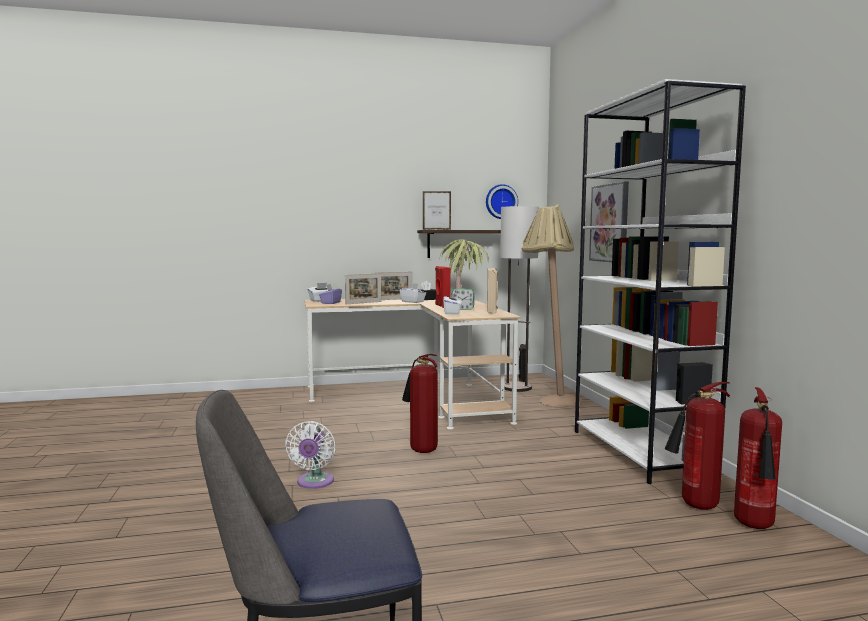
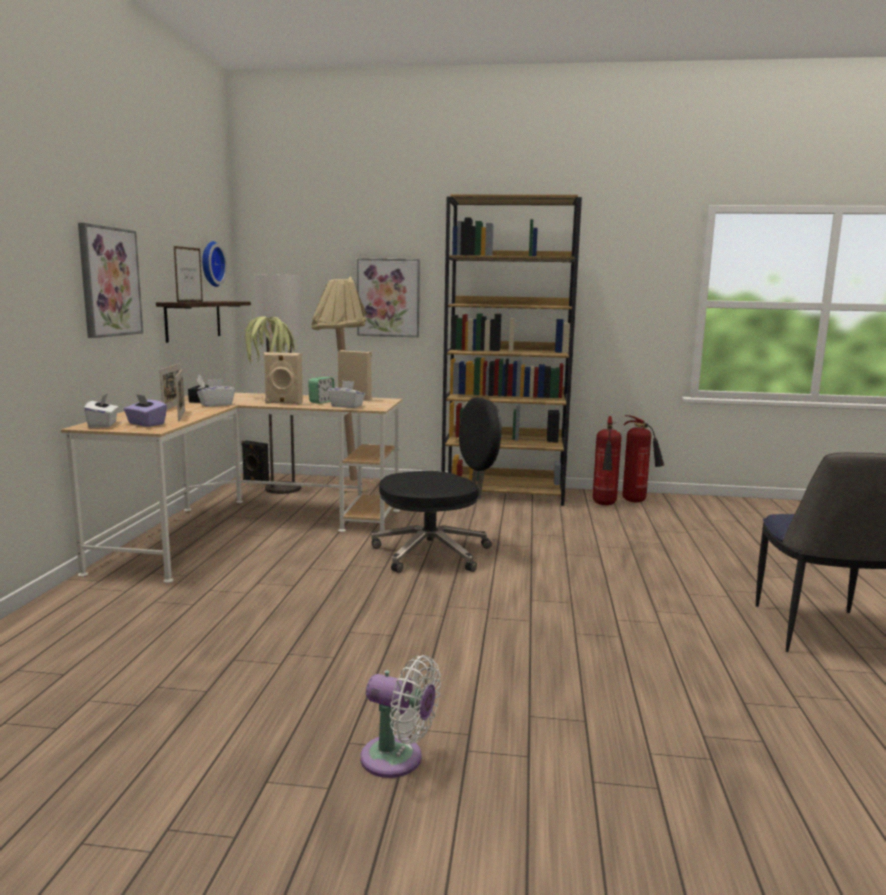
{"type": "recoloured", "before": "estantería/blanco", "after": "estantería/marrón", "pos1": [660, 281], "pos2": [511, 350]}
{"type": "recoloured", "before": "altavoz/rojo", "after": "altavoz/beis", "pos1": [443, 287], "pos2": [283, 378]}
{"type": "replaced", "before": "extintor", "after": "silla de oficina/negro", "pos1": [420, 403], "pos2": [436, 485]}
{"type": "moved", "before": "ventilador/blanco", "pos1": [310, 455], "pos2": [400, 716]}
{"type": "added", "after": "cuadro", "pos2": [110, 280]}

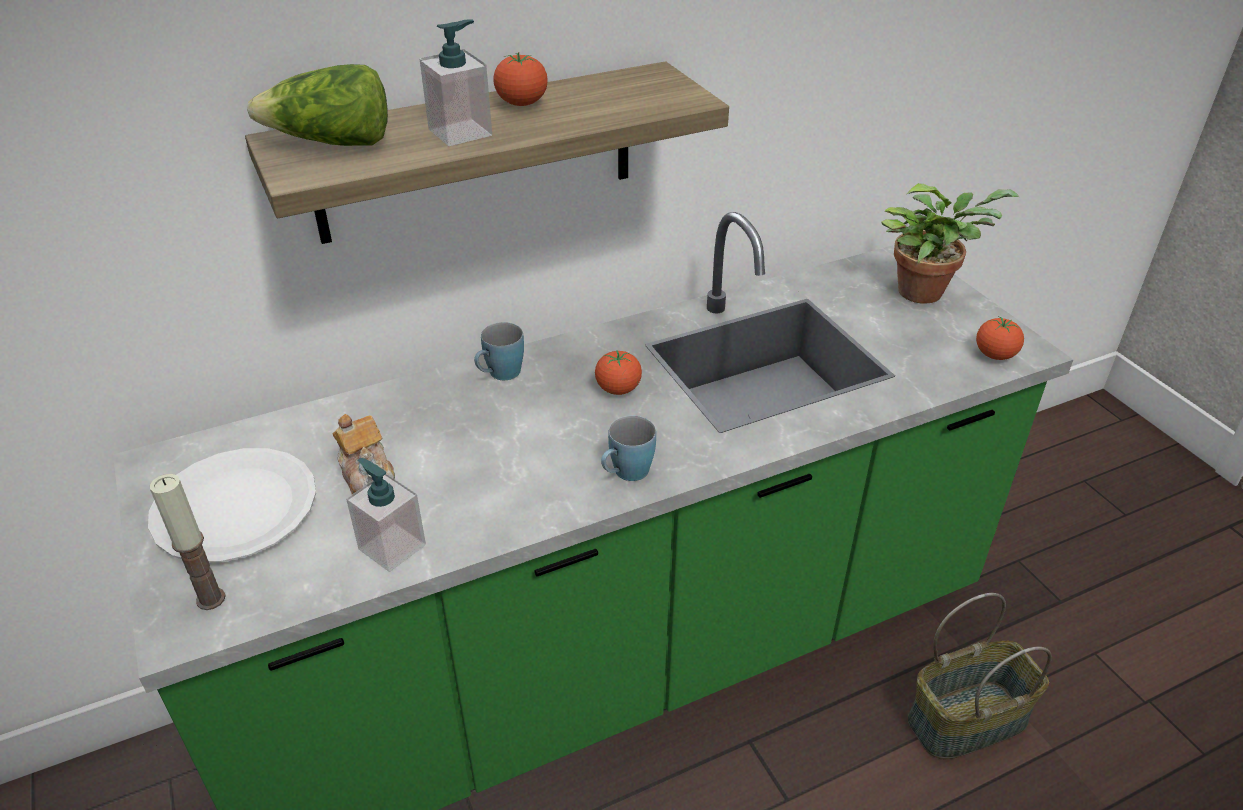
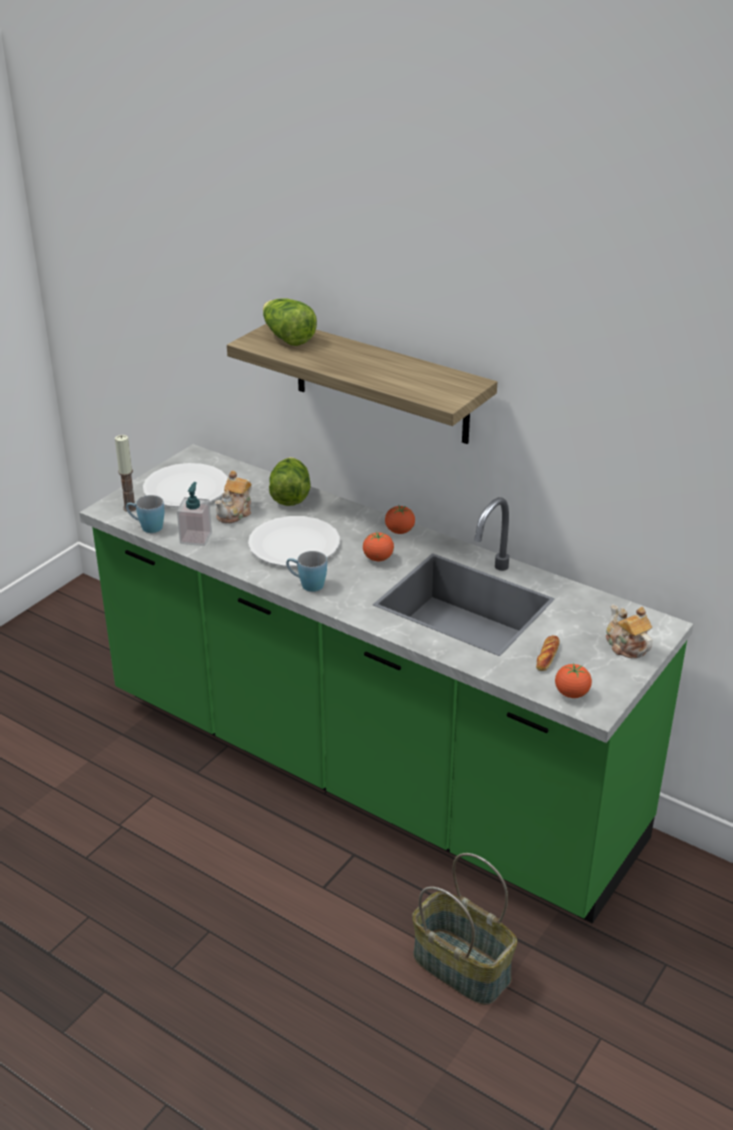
{"type": "removed", "before": "dispensador de jabón", "pos1": [456, 82]}
{"type": "moved", "before": "tomate", "pos1": [520, 79], "pos2": [400, 519]}
{"type": "replaced", "before": "planta en maceta", "after": "tetera", "pos1": [950, 243], "pos2": [629, 631]}
{"type": "moved", "before": "taza grande/azul", "pos1": [499, 351], "pos2": [145, 514]}
{"type": "added", "after": "lechuga", "pos2": [290, 481]}
{"type": "added", "after": "plato/blanco", "pos2": [294, 541]}
{"type": "added", "after": "pan", "pos2": [548, 653]}

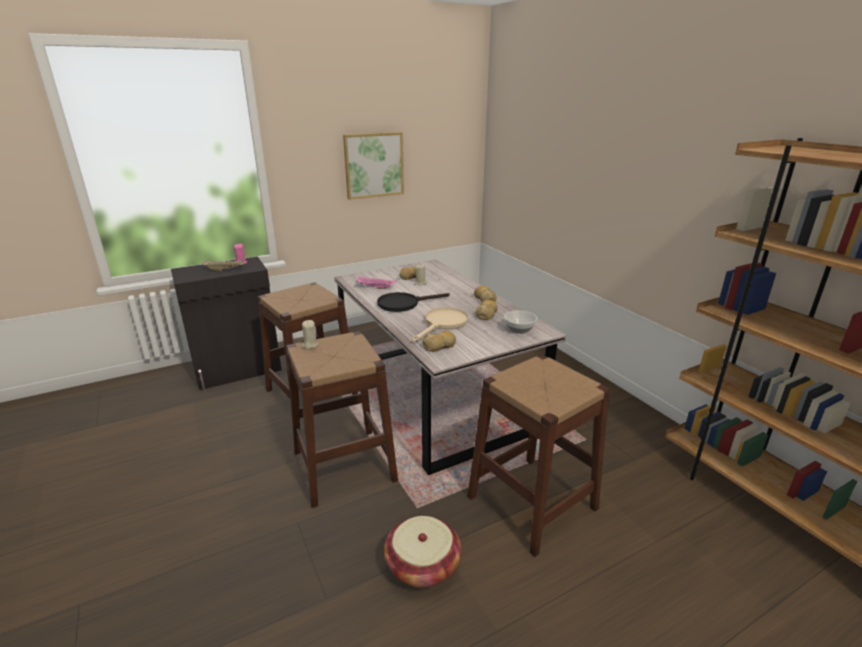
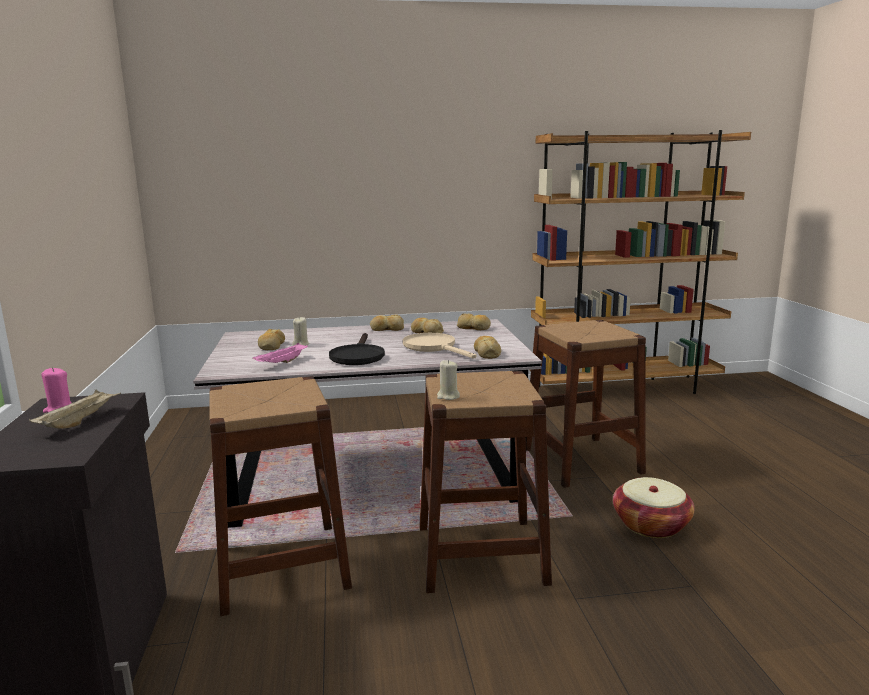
{"type": "removed", "before": "cuadro", "pos1": [373, 166]}
{"type": "replaced", "before": "cuenco", "after": "pan", "pos1": [520, 322], "pos2": [474, 322]}

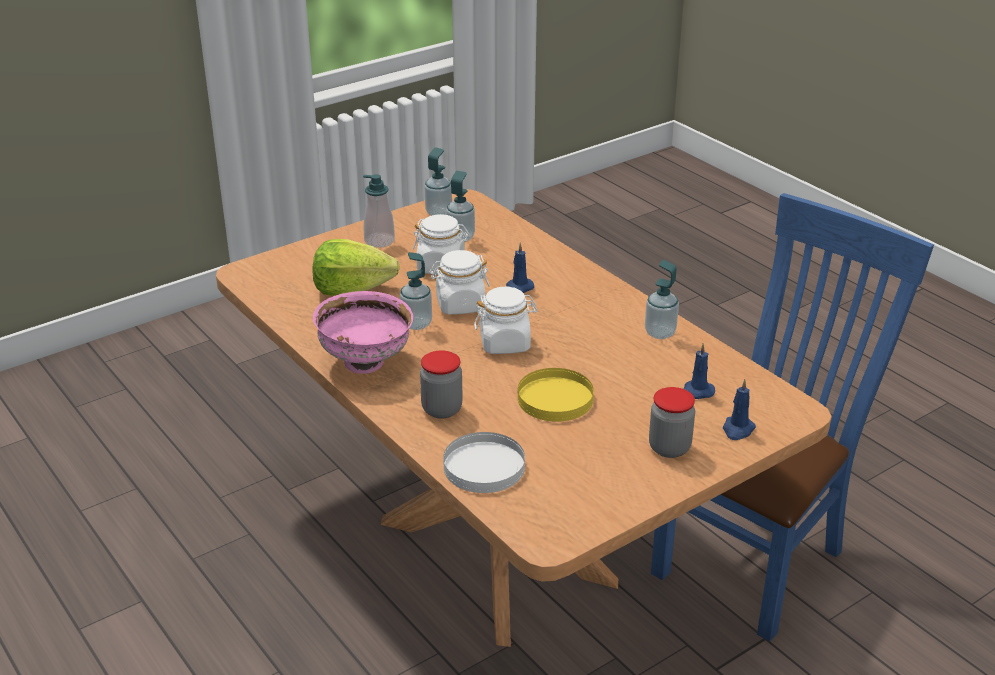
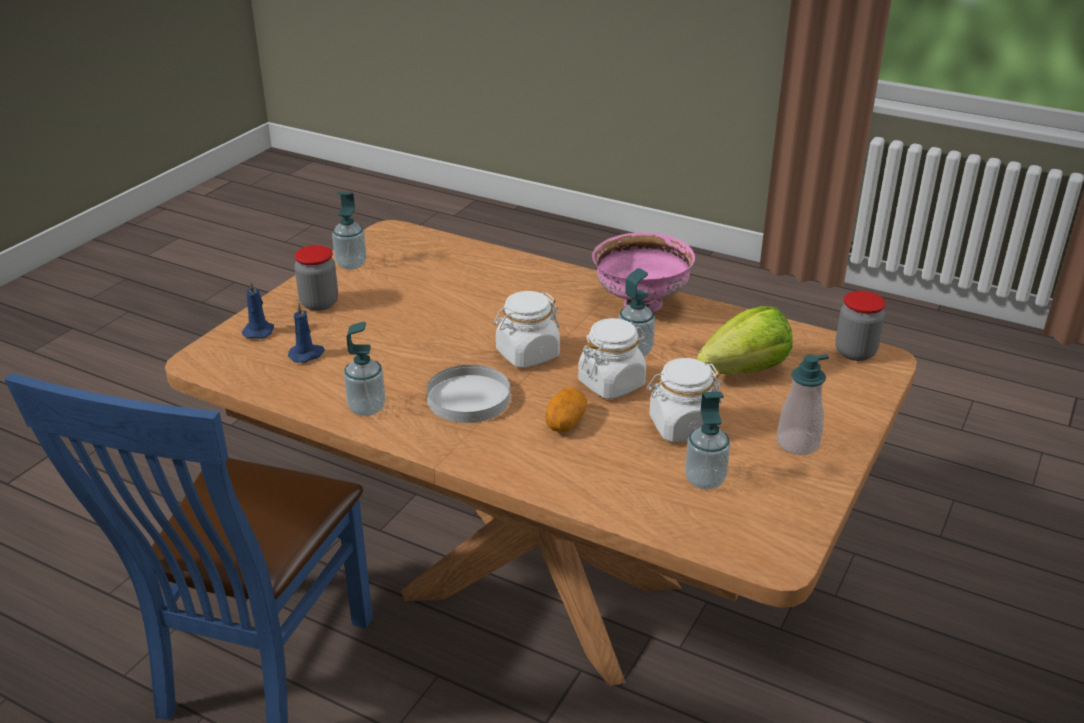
{"type": "moved", "before": "dispensador de jabón", "pos1": [438, 182], "pos2": [349, 231]}
{"type": "replaced", "before": "vela/azul", "after": "patata", "pos1": [520, 268], "pos2": [566, 409]}
{"type": "moved", "before": "tarro", "pos1": [441, 385], "pos2": [860, 326]}
{"type": "removed", "before": "plato/amarillo", "pos1": [556, 395]}
{"type": "moved", "before": "plato/blanco", "pos1": [484, 462], "pos2": [468, 394]}

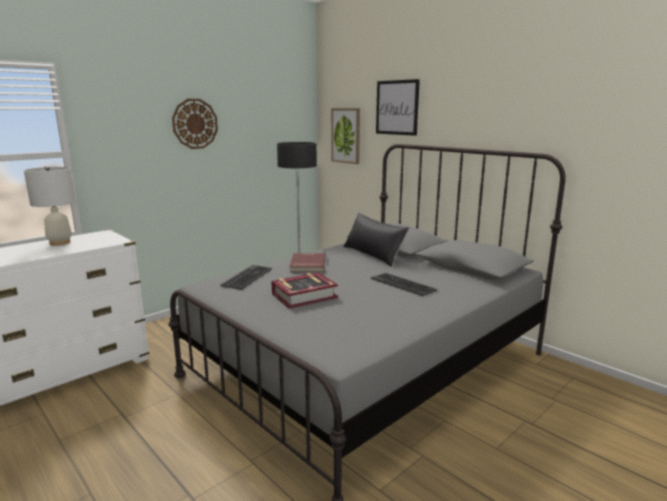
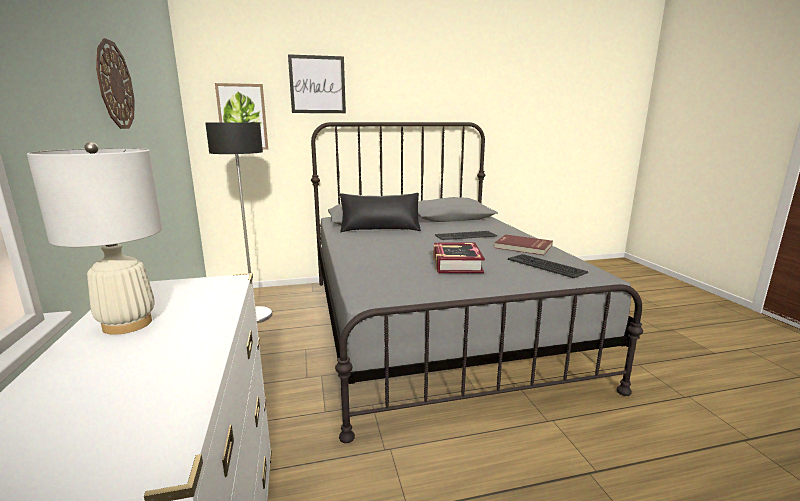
{"type": "moved", "before": "libro/rojo", "pos1": [307, 262], "pos2": [523, 244]}
{"type": "moved", "before": "teclado", "pos1": [246, 277], "pos2": [548, 266]}

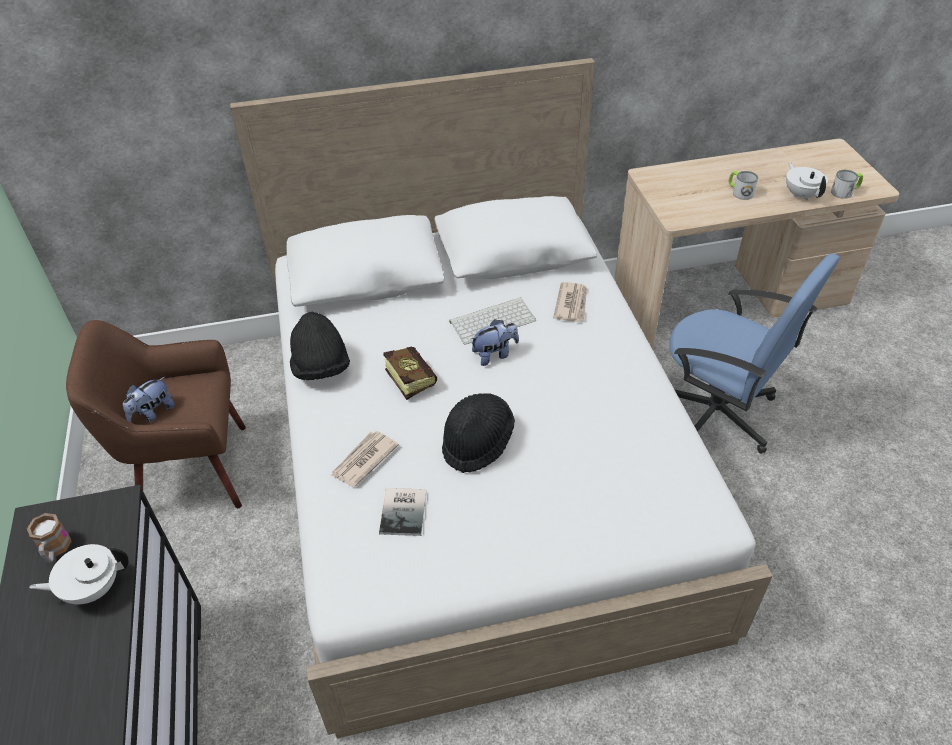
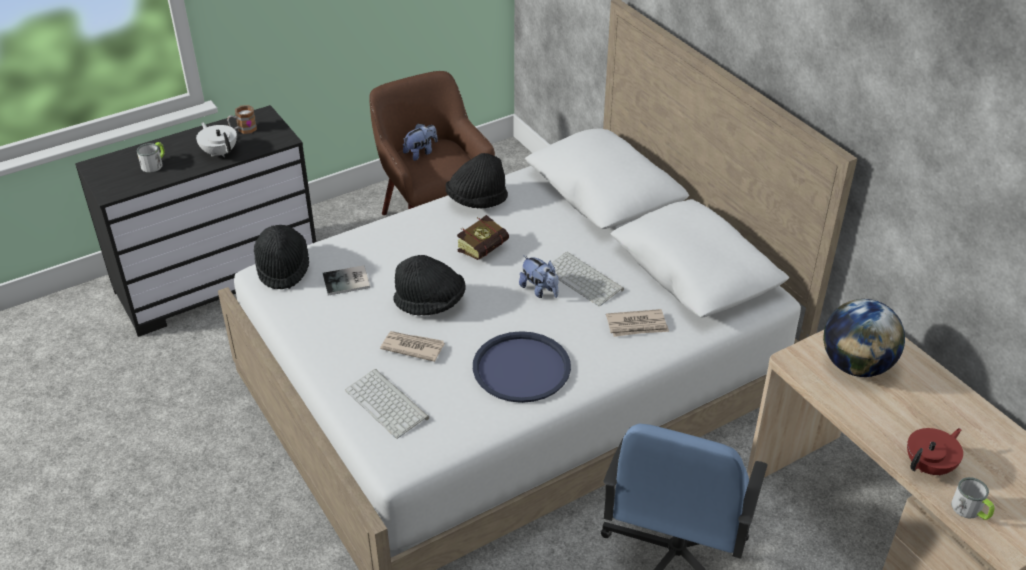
{"type": "recoloured", "before": "tetera/blanco", "after": "tetera/rojo", "pos1": [807, 181], "pos2": [935, 451]}
{"type": "moved", "before": "taza grande", "pos1": [743, 185], "pos2": [151, 157]}
{"type": "turned", "before": "peluche", "pos1": [149, 400], "pos2": [420, 142], "turn": 120}
{"type": "moved", "before": "periódico", "pos1": [365, 459], "pos2": [412, 346]}
{"type": "added", "after": "sombrero/negro", "pos2": [281, 257]}
{"type": "added", "after": "globo terráqueo", "pos2": [864, 338]}
{"type": "added", "after": "bandeja/azul", "pos2": [522, 367]}
{"type": "added", "after": "teclado", "pos2": [387, 404]}

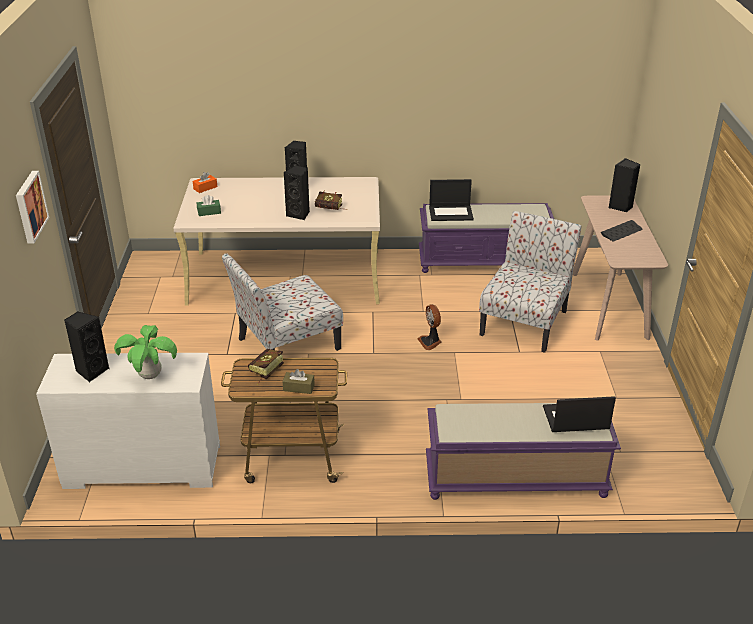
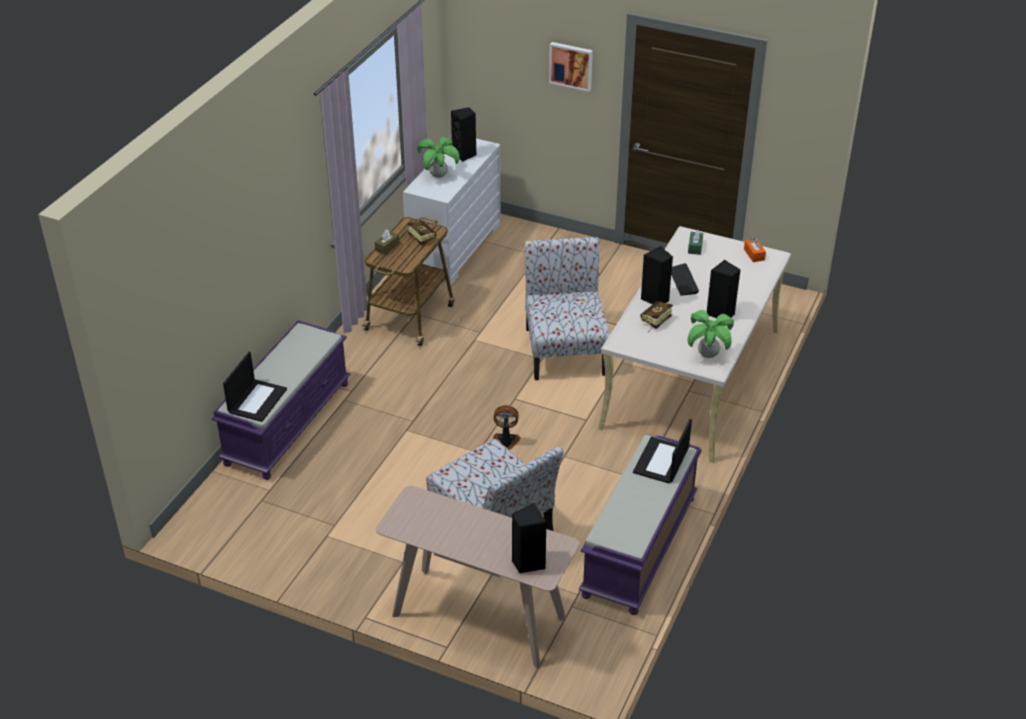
{"type": "moved", "before": "teclado", "pos1": [622, 231], "pos2": [685, 279]}
{"type": "added", "after": "planta en maceta", "pos2": [710, 334]}

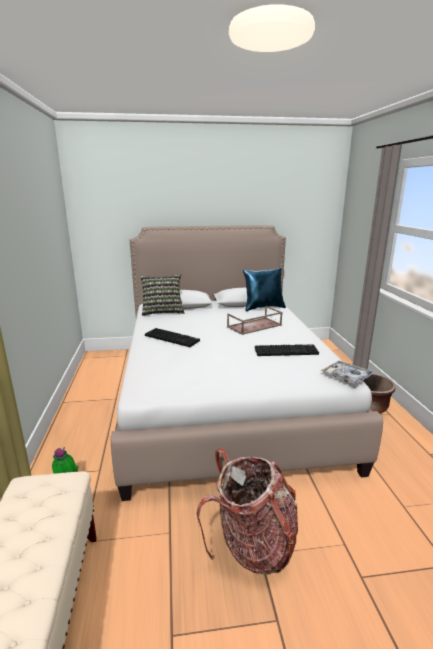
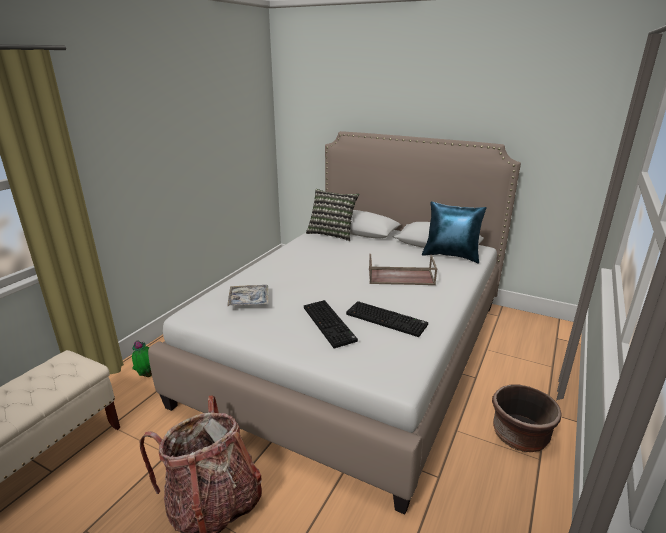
{"type": "moved", "before": "teclado", "pos1": [172, 337], "pos2": [331, 324]}
{"type": "moved", "before": "bandeja", "pos1": [347, 373], "pos2": [247, 295]}

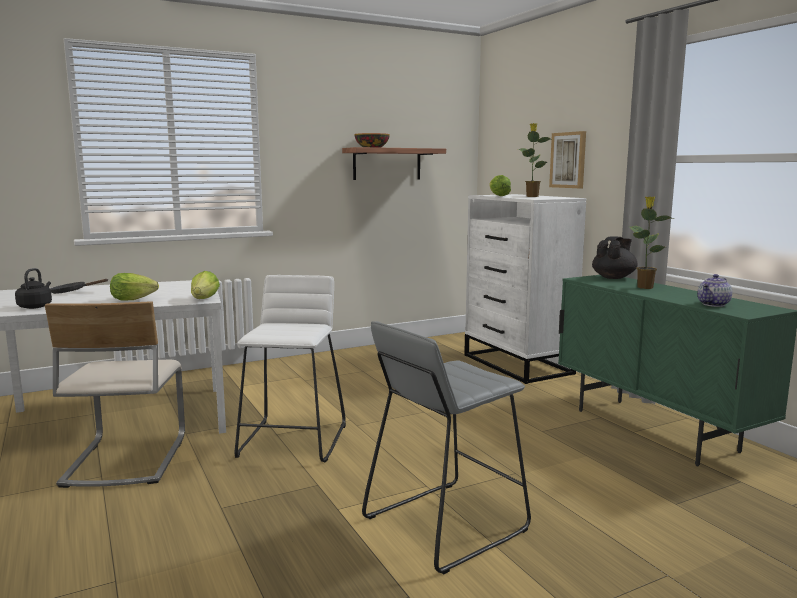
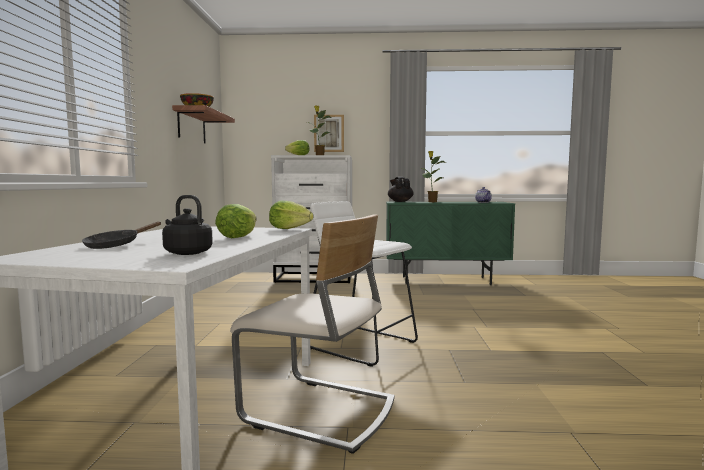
{"type": "removed", "before": "taburete/gris", "pos1": [446, 447]}

